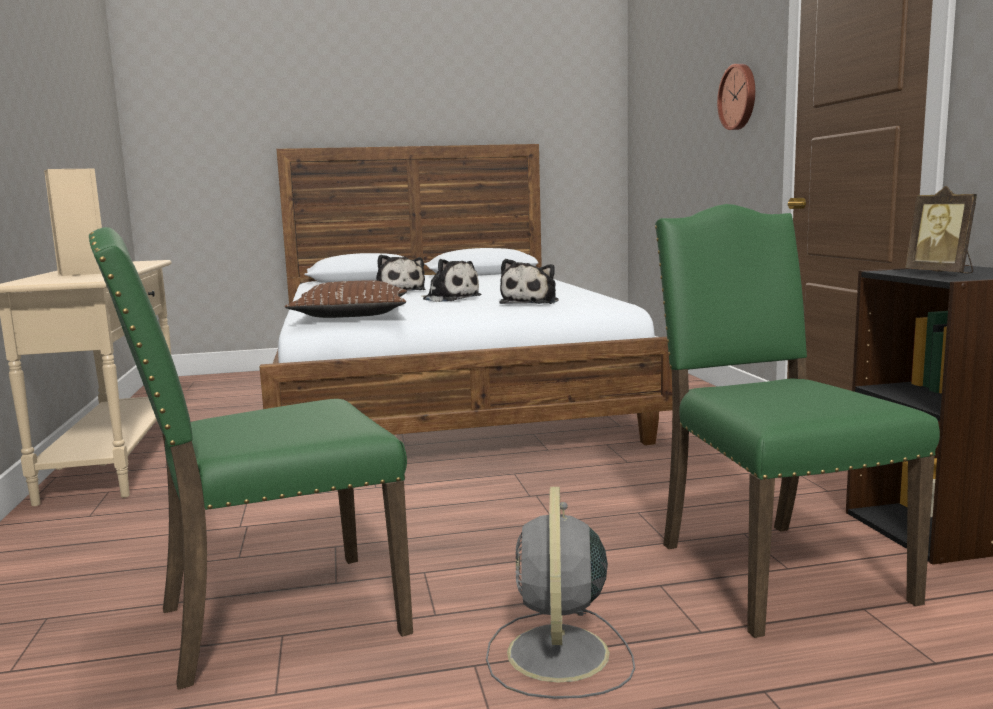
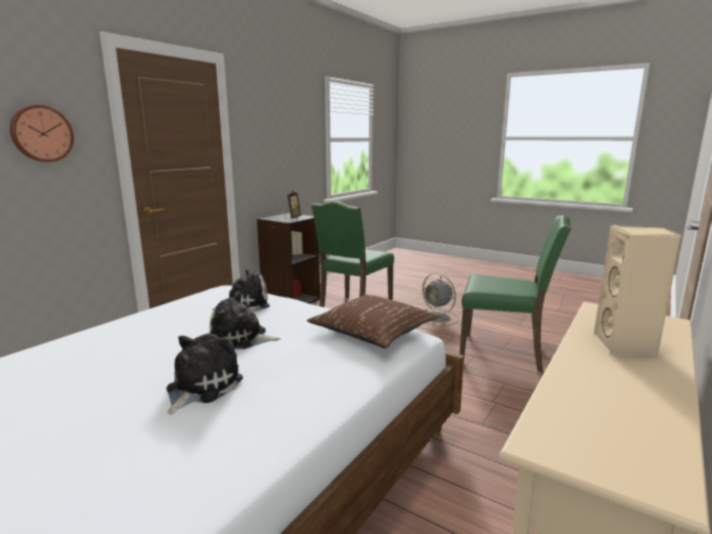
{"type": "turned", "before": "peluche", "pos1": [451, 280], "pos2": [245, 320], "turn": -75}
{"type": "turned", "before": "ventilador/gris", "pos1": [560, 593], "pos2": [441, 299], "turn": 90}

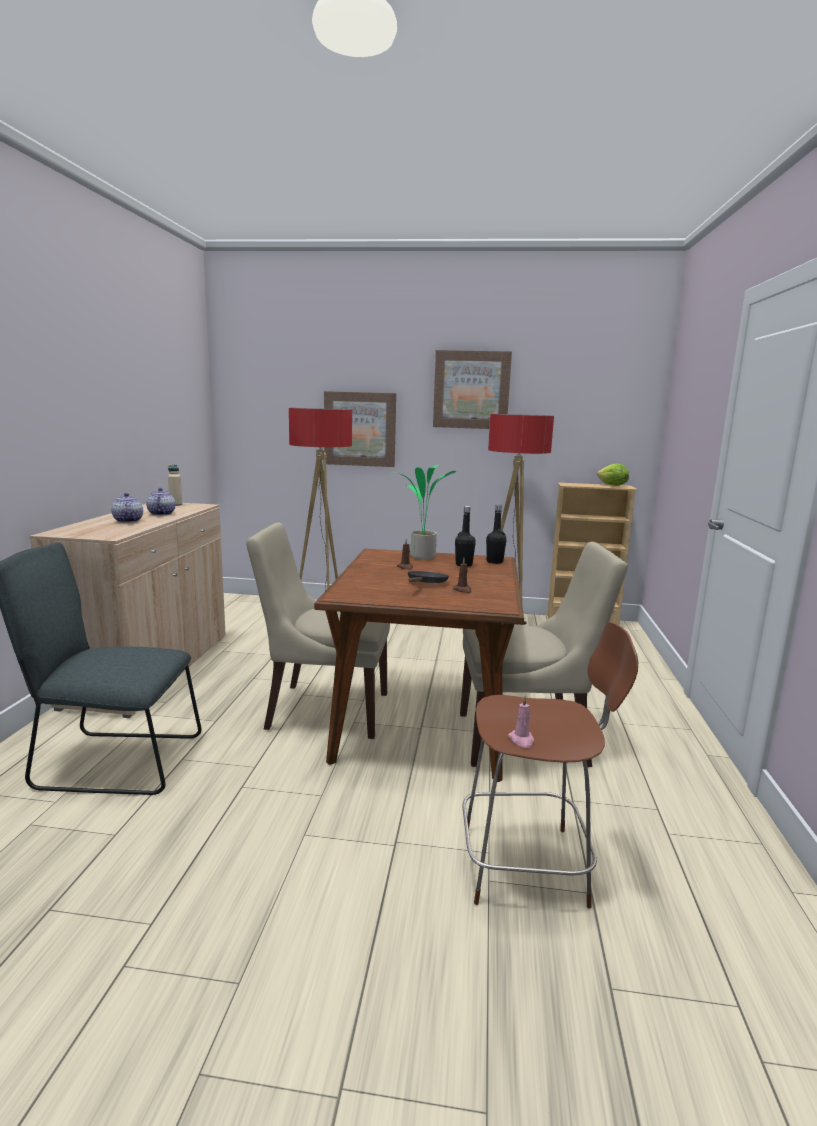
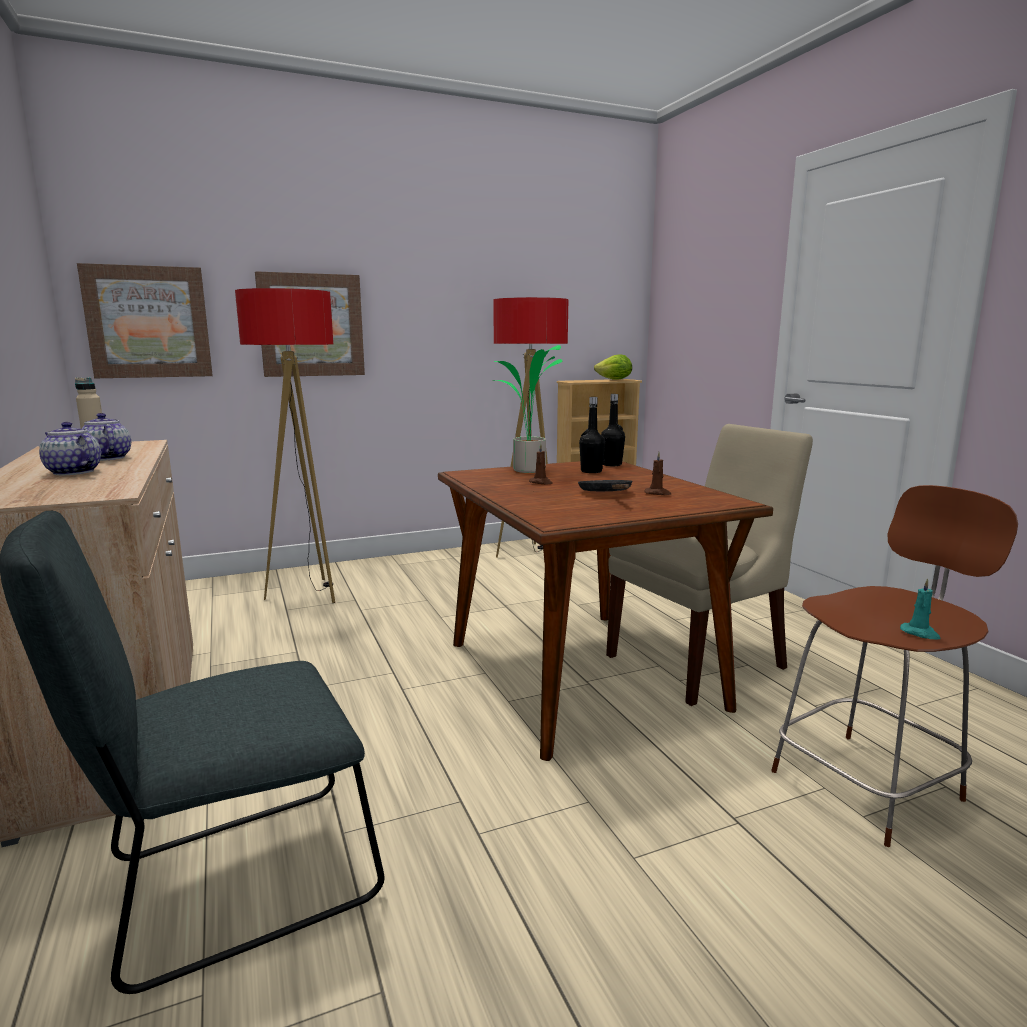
{"type": "moved", "before": "cuadro", "pos1": [472, 389], "pos2": [145, 320]}
{"type": "removed", "before": "silla/beis", "pos1": [318, 631]}
{"type": "recoloured", "before": "vela/rosa", "after": "vela/turquesa", "pos1": [521, 722], "pos2": [920, 609]}

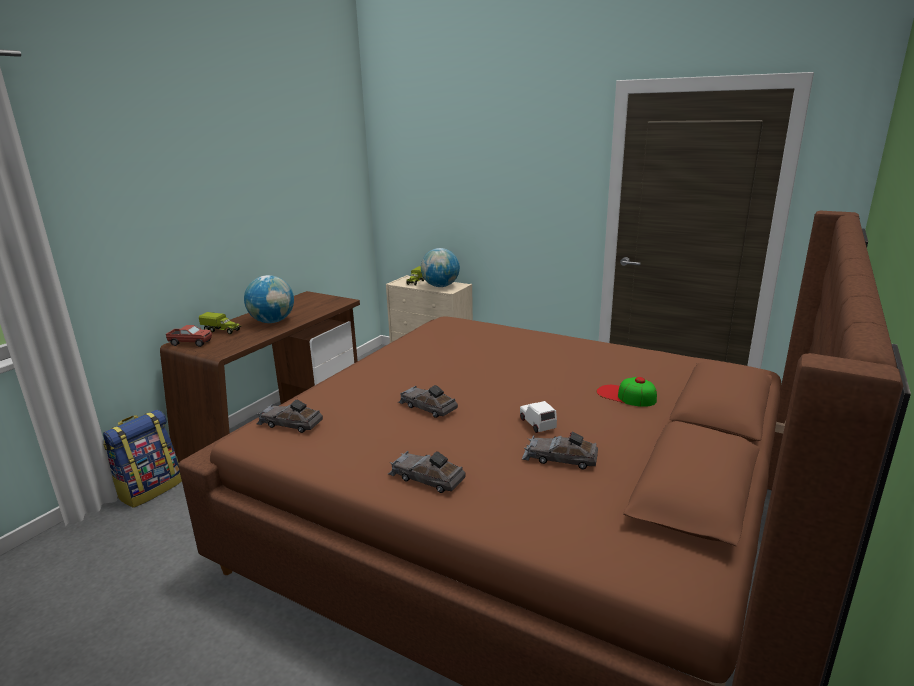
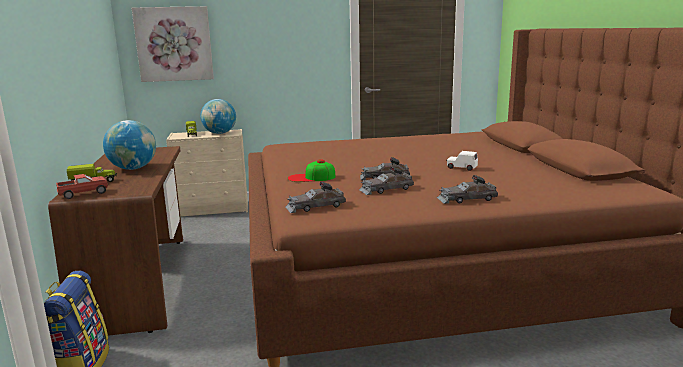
{"type": "moved", "before": "gorra", "pos1": [627, 392], "pos2": [311, 170]}
{"type": "moved", "before": "coche de juguete/gris", "pos1": [560, 450], "pos2": [386, 181]}
{"type": "added", "after": "cuadro", "pos2": [173, 44]}

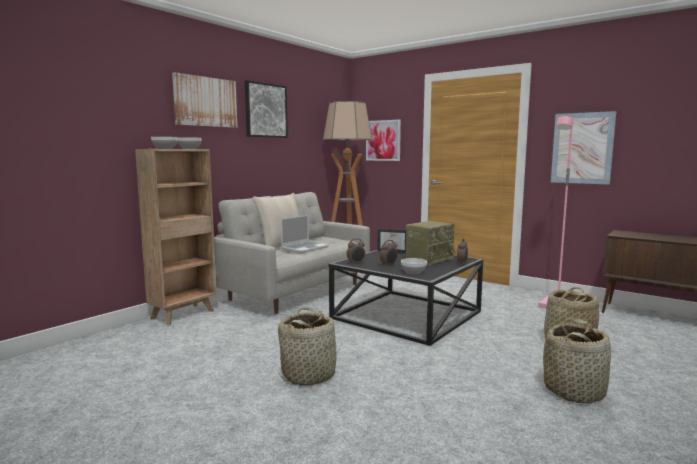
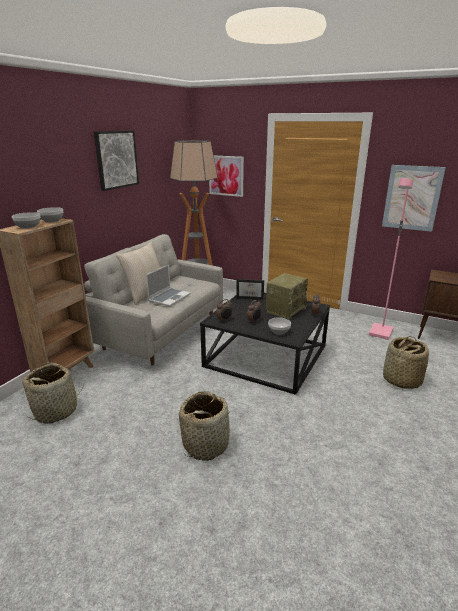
{"type": "removed", "before": "cuadro", "pos1": [204, 100]}
{"type": "moved", "before": "cesta", "pos1": [577, 361], "pos2": [53, 393]}

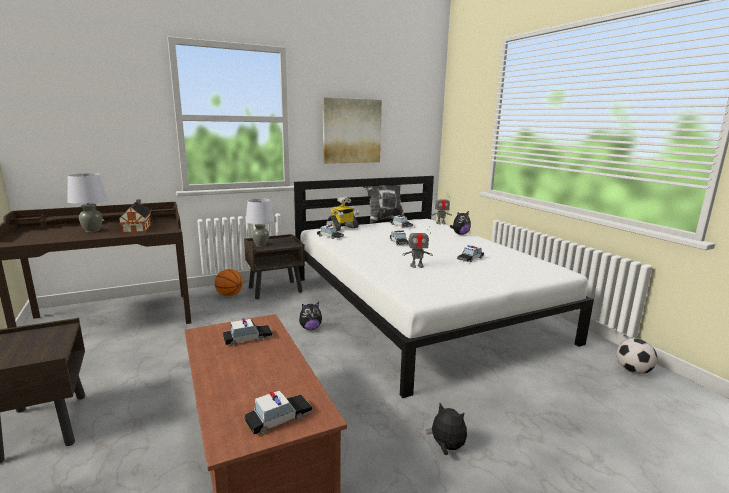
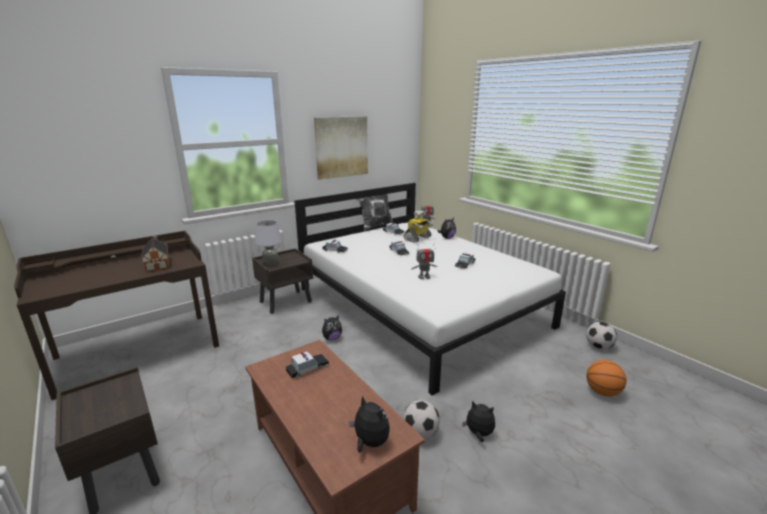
{"type": "removed", "before": "lámpara de mesa/gris", "pos1": [87, 202]}
{"type": "moved", "before": "robot de juguete", "pos1": [342, 214], "pos2": [418, 226]}
{"type": "moved", "before": "balón de baloncesto", "pos1": [229, 282], "pos2": [606, 378]}
{"type": "replaced", "before": "coche de juguete", "after": "peluche", "pos1": [279, 412], "pos2": [369, 424]}
{"type": "added", "after": "balón de fútbol", "pos2": [421, 419]}

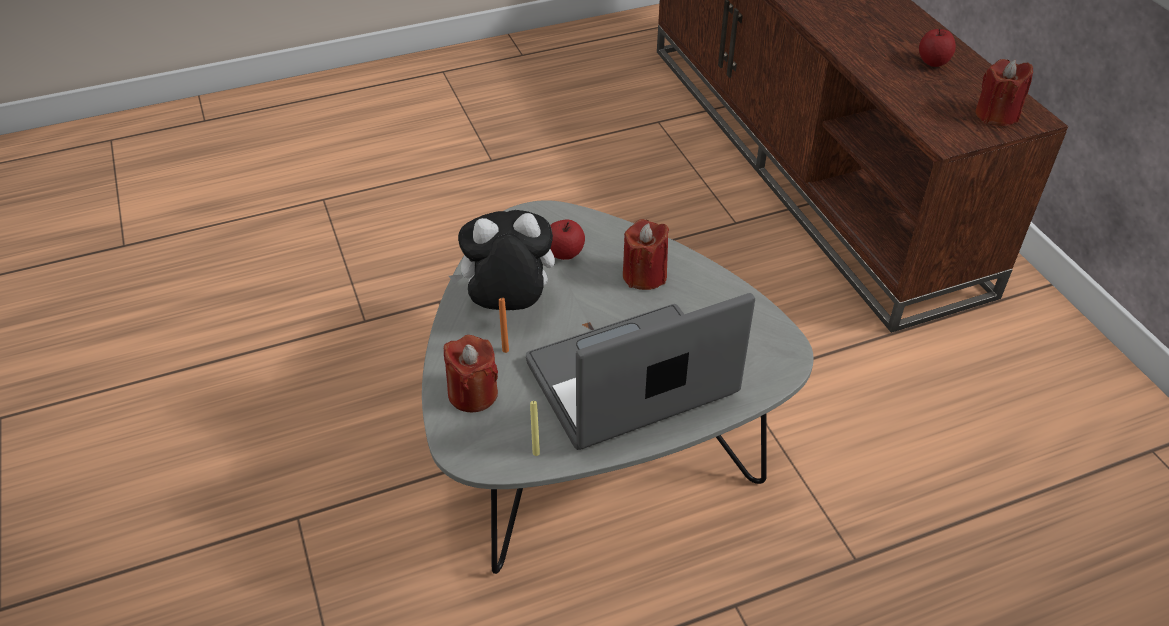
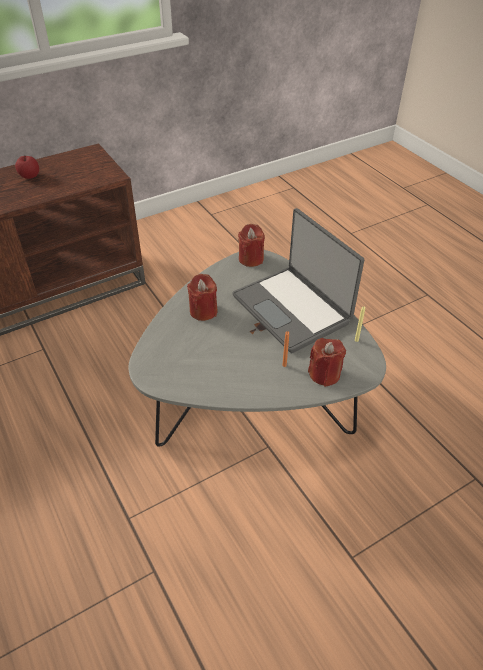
{"type": "moved", "before": "vela/rojo", "pos1": [1004, 92], "pos2": [251, 245]}
{"type": "removed", "before": "peluche", "pos1": [502, 260]}
{"type": "removed", "before": "manzana", "pos1": [567, 239]}

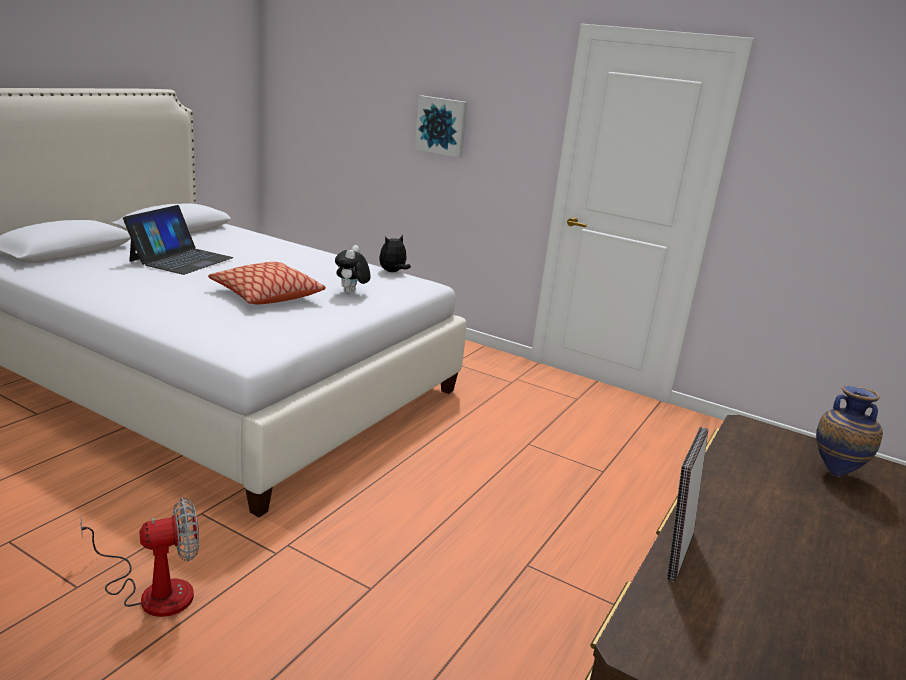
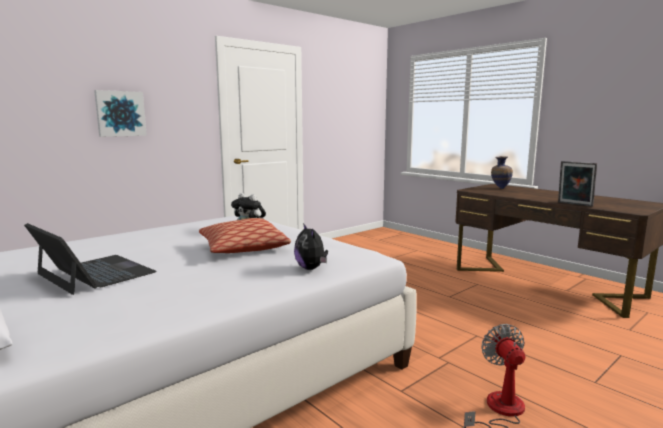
{"type": "moved", "before": "peluche", "pos1": [395, 253], "pos2": [311, 246]}

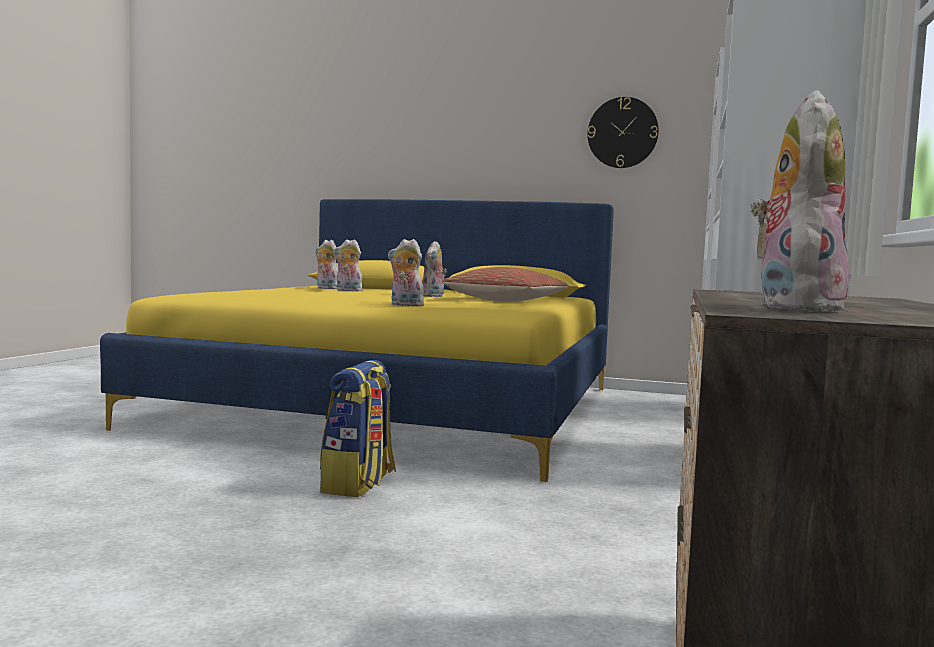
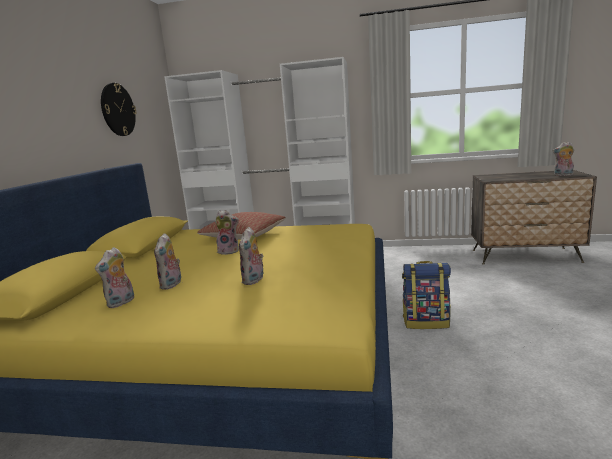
{"type": "moved", "before": "peluche", "pos1": [406, 272], "pos2": [251, 256]}

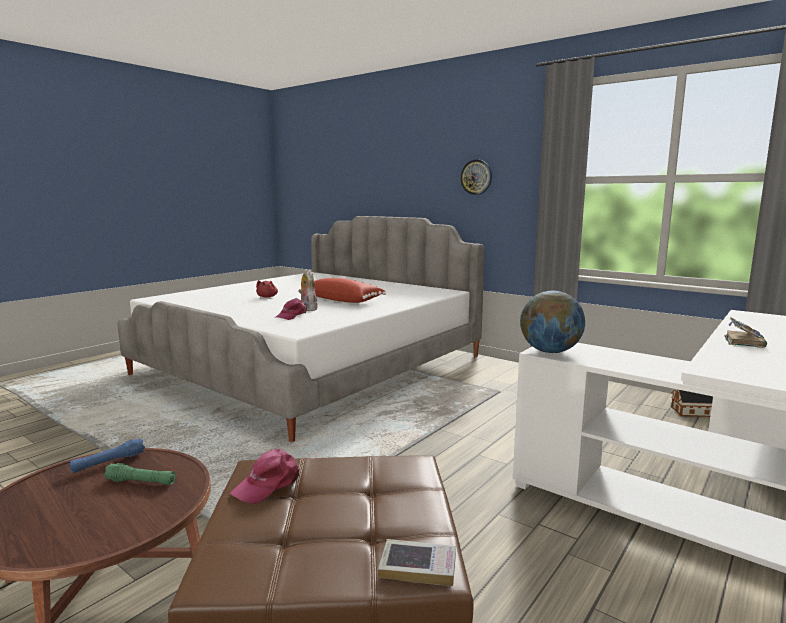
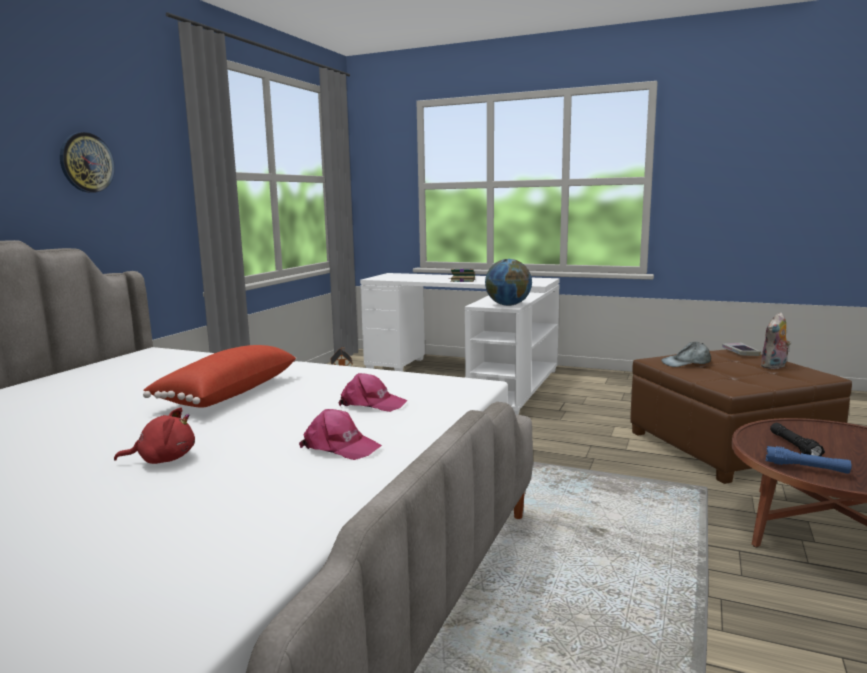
{"type": "moved", "before": "peluche", "pos1": [307, 290], "pos2": [776, 341]}
{"type": "moved", "before": "gorra/rosa", "pos1": [264, 476], "pos2": [340, 434]}
{"type": "recoloured", "before": "linterna/verde", "after": "linterna/negro", "pos1": [140, 474], "pos2": [797, 440]}
{"type": "added", "after": "gorra/gris", "pos2": [686, 354]}

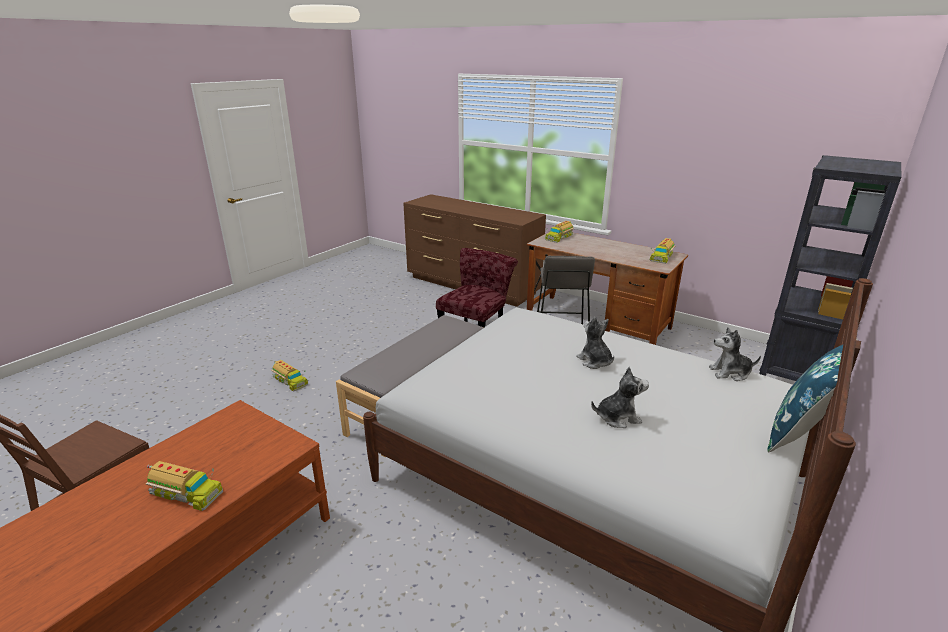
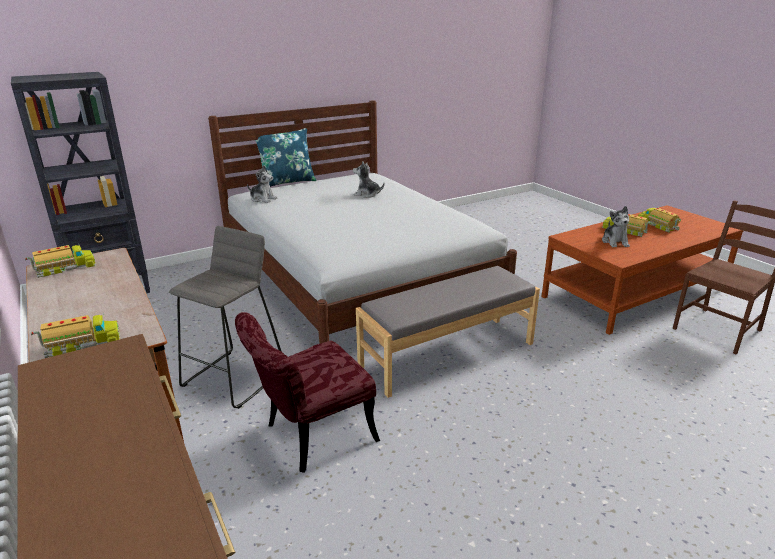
{"type": "moved", "before": "peluche", "pos1": [595, 343], "pos2": [616, 226]}
{"type": "moved", "before": "camión de juguete", "pos1": [289, 375], "pos2": [659, 220]}

